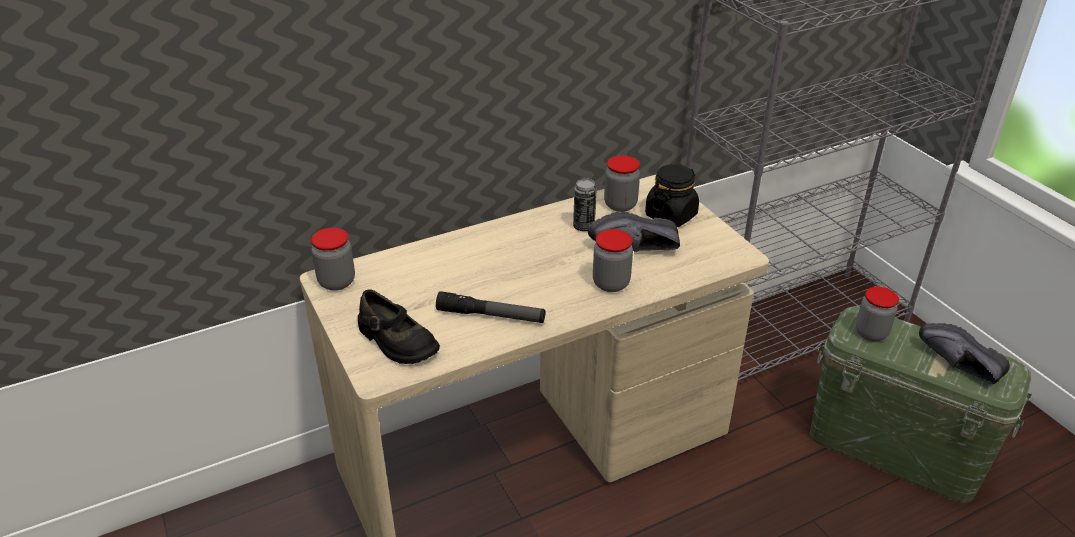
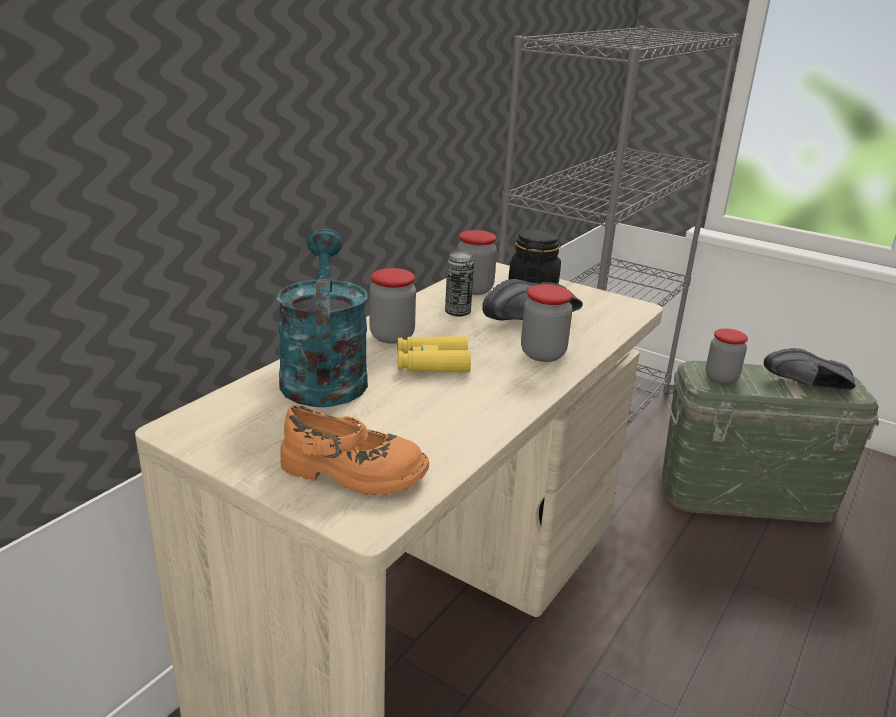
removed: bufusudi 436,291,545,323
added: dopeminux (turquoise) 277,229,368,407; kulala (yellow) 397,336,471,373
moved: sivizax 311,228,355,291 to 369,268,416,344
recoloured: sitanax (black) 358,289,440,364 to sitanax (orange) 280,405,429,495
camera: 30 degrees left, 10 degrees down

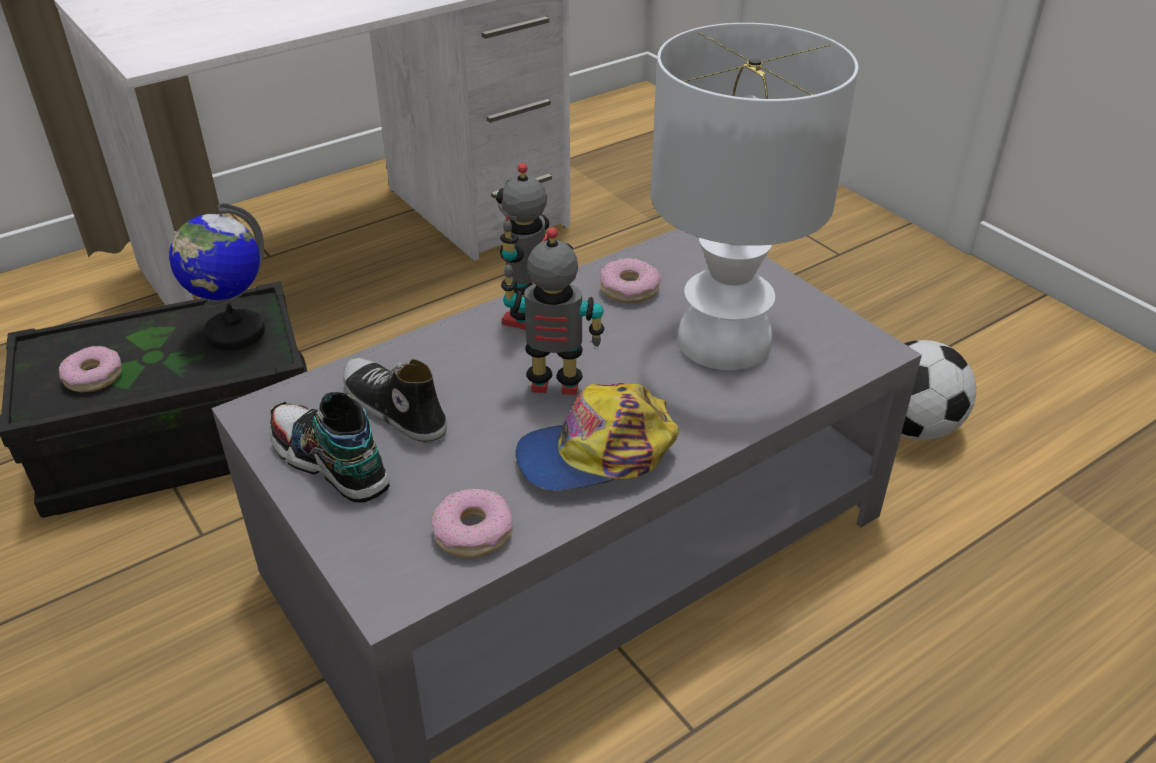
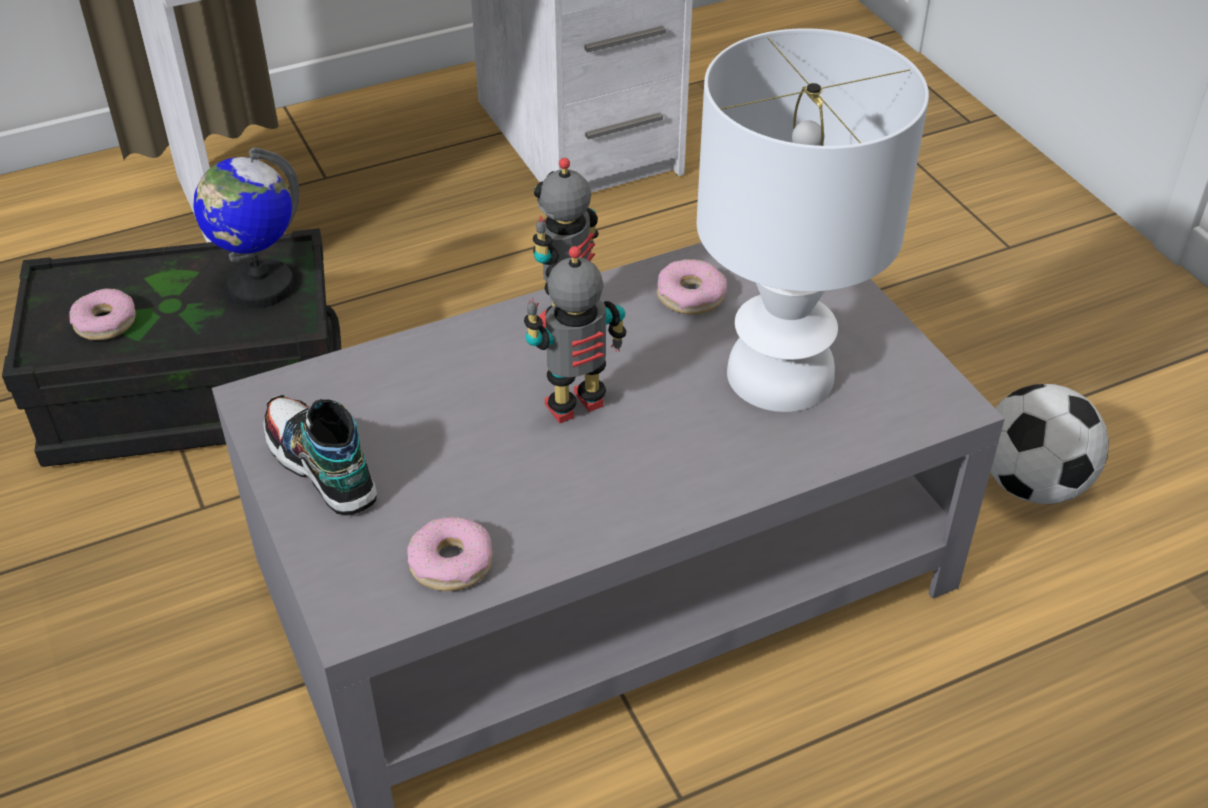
removed: sitanax 343,358,447,443; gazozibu 516,383,679,491
turned: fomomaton 501,227,604,395 = 524,246,626,423 45 degrees counterclockwise
camera: 10 degrees right, 5 degrees up

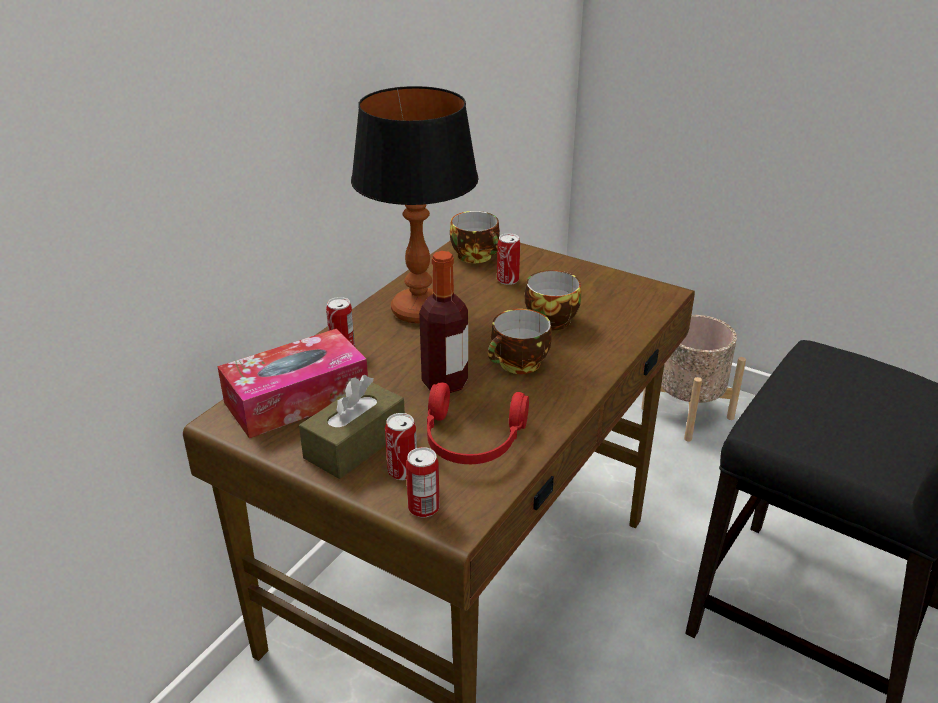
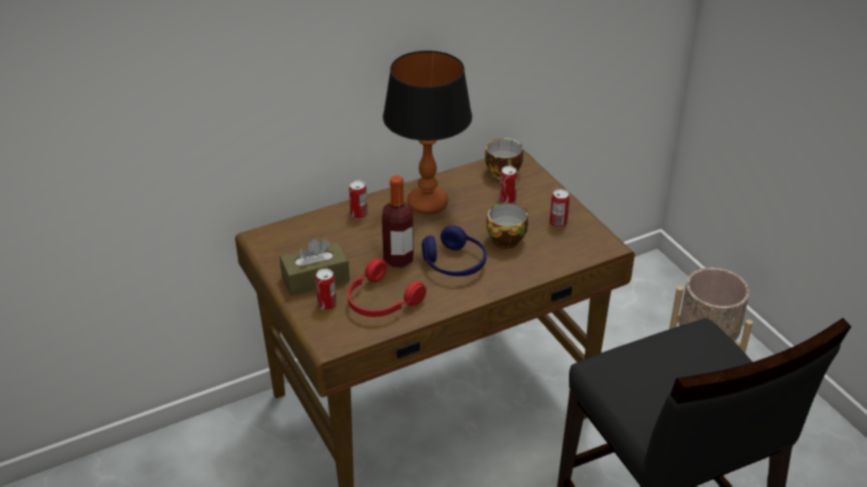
removed: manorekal 217,328,368,438
moved: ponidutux 406,447,440,517 to 550,189,570,228
replaced: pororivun 488,309,552,374 to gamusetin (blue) 422,225,487,276
camera: 30 degrees right, 5 degrees up

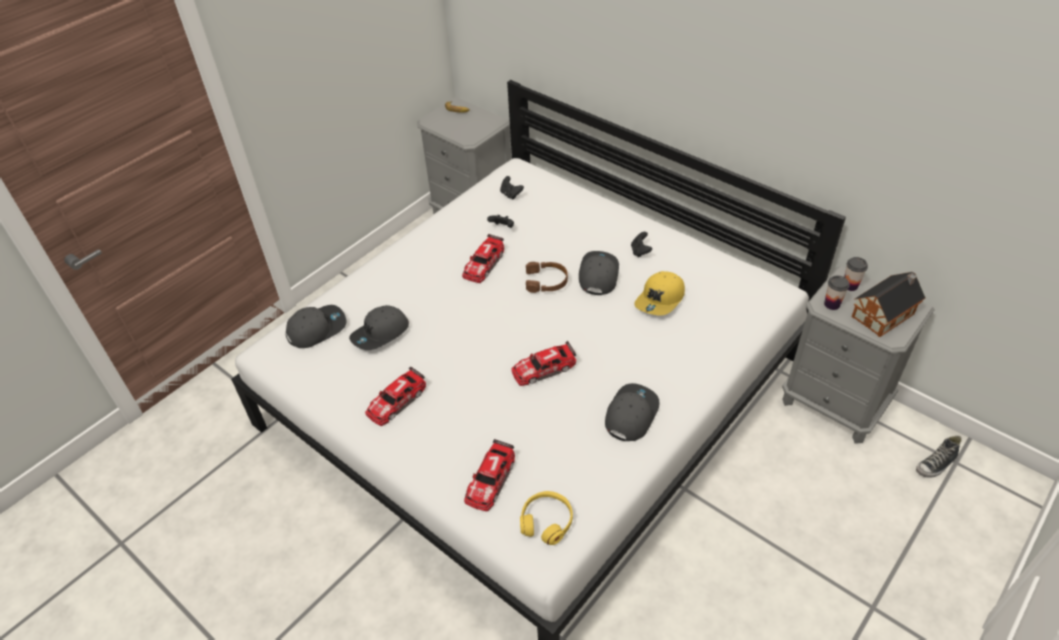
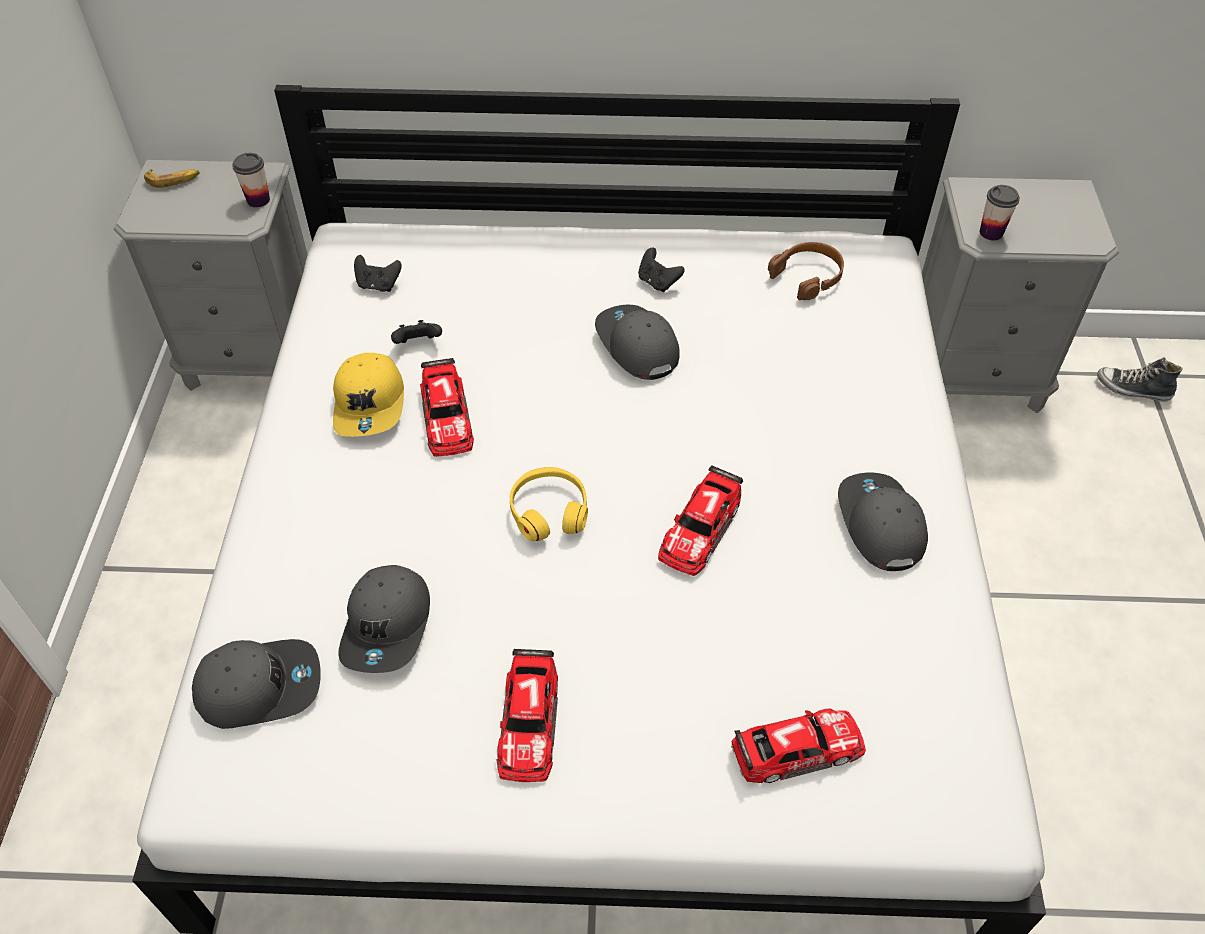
removed: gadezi 852,272,926,337
moved: gamusetin (yellow) 520,491,573,545 to 510,467,588,541; gamusetin (brown) 526,262,568,293 to 768,242,844,300; gazozibu (yellow) 635,271,685,316 to 333,353,404,437; pororivun 844,257,868,291 to 232,153,270,207
turned: gazozibu (grey) 286,305,346,348 = 192,639,321,729 60 degrees clockwise; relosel 464,439,515,512 = 731,708,866,783 90 degrees counterclockwise; sitanax 916,436,962,478 = 1097,357,1183,402 90 degrees clockwise
camera: 40 degrees left, 5 degrees up

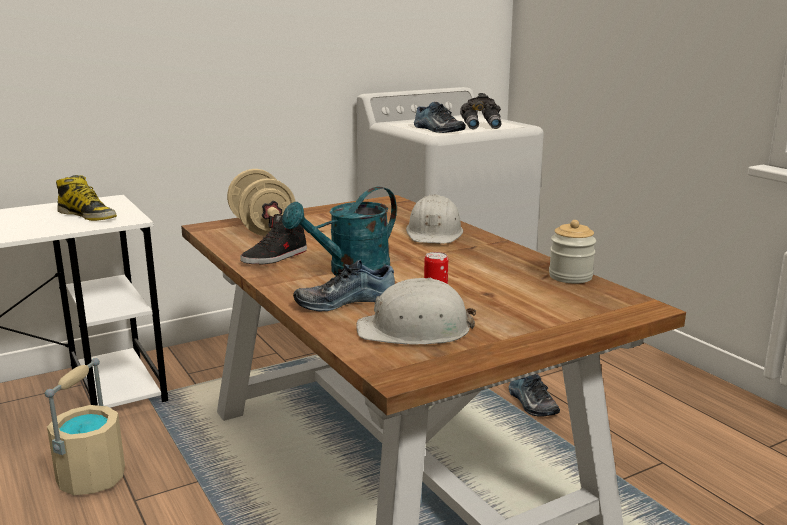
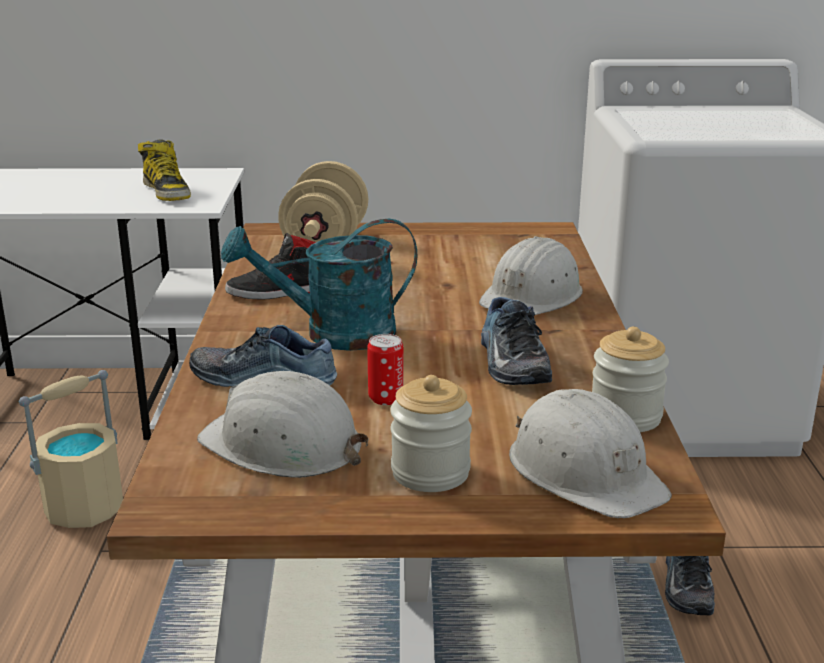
removed: kulala (grey) 460,93,501,129
added: sivizax 390,375,472,492; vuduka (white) 509,389,672,518
moved: sitanax 414,102,466,133 to 481,297,552,385
camera: 30 degrees right, 5 degrees up

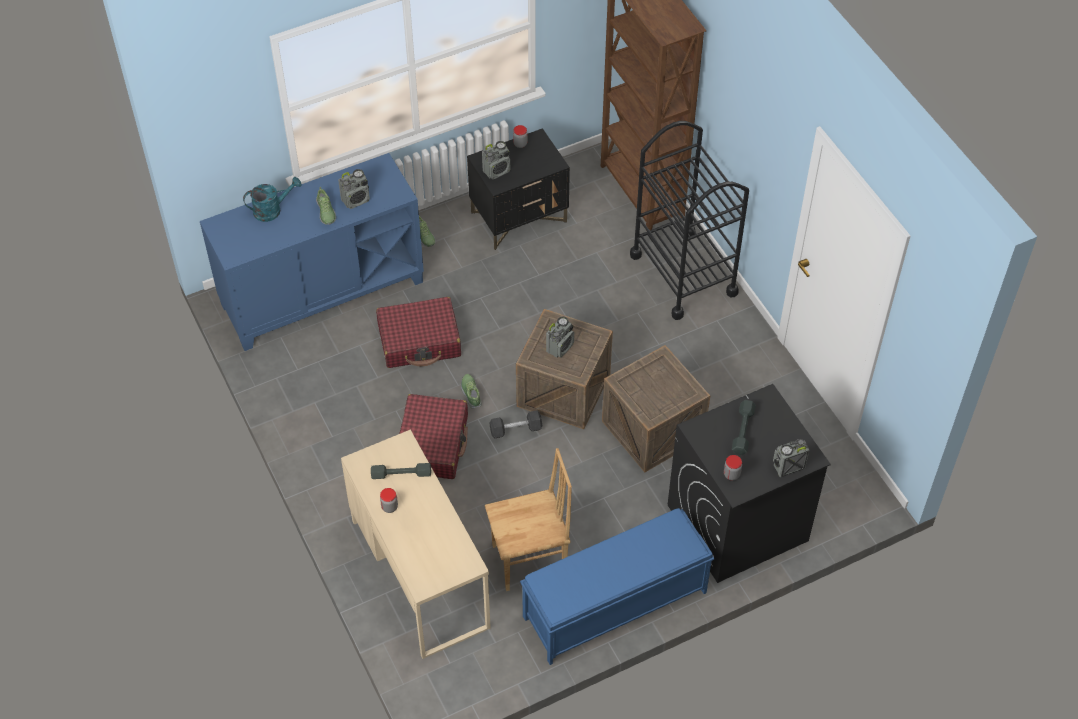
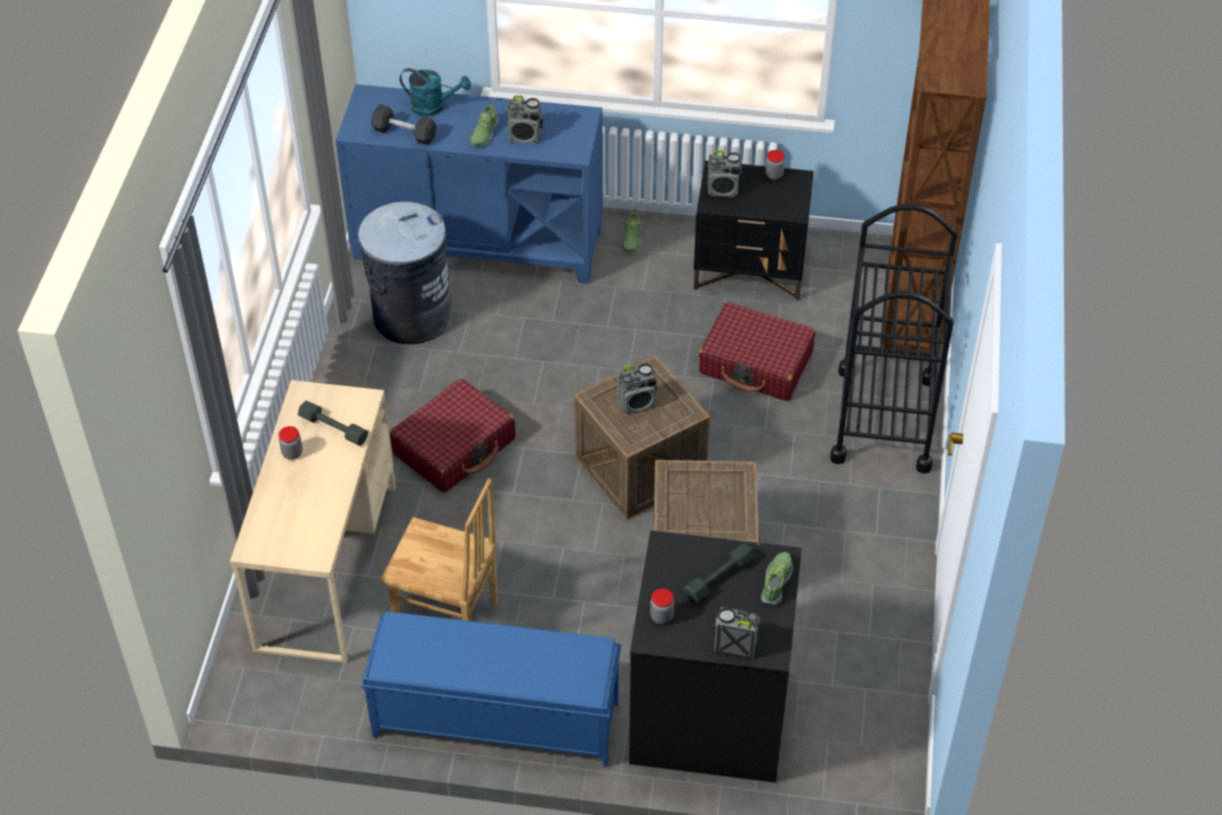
added: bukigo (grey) 357,202,452,344
moved: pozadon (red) 376,297,461,368 to 699,302,815,401; sitanax 461,374,482,409 to 761,552,793,605; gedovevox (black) 489,411,542,439 to 371,104,437,145
camera: 35 degrees right, 5 degrees down

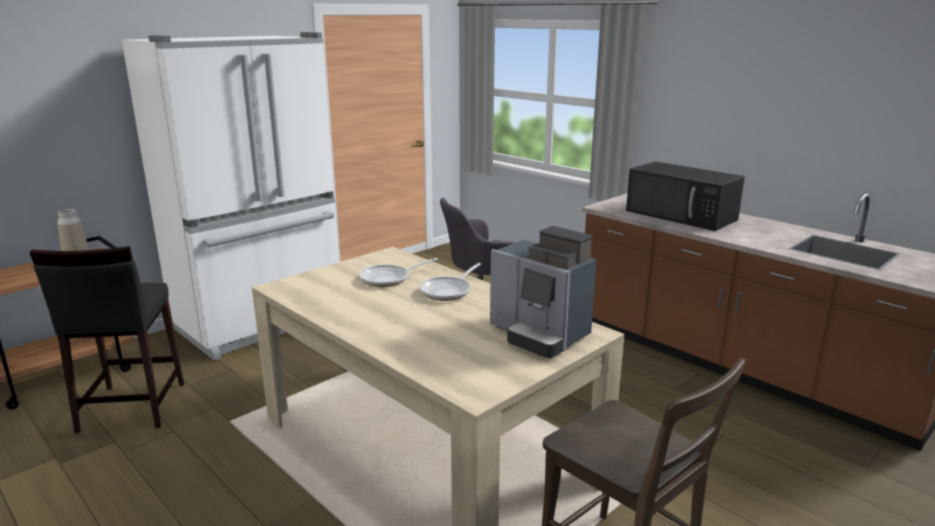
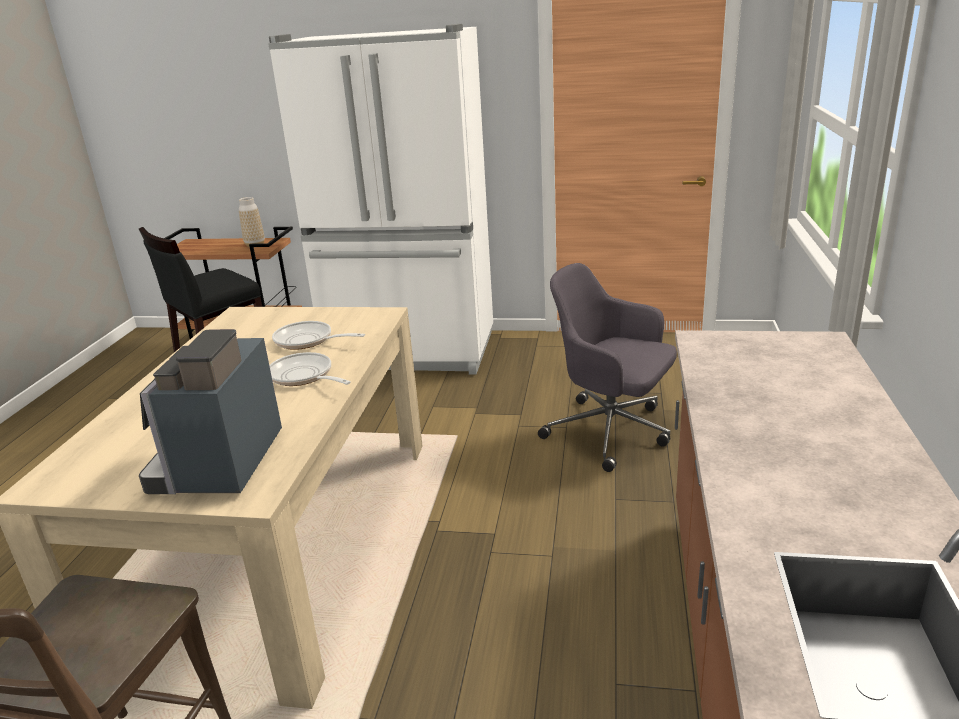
removed: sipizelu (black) 626,161,745,231
turned: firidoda 419,263,481,301 = 269,352,351,386 45 degrees clockwise
camera: 55 degrees right, 5 degrees up

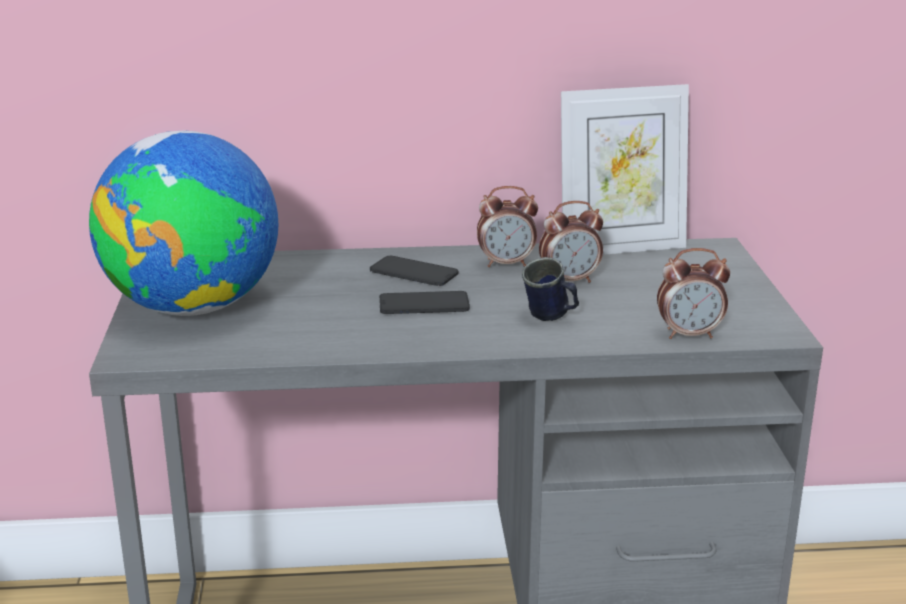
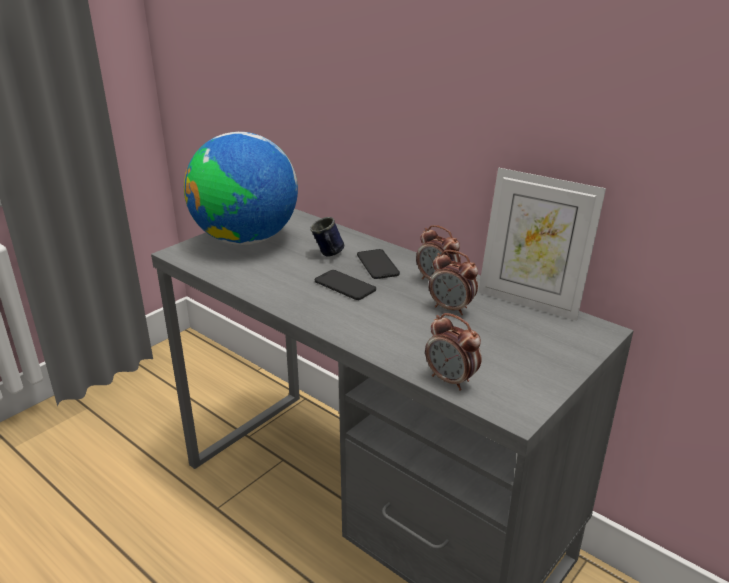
moved: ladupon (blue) 522,257,579,321 to 310,217,345,257
camera: 45 degrees right, 5 degrees up

